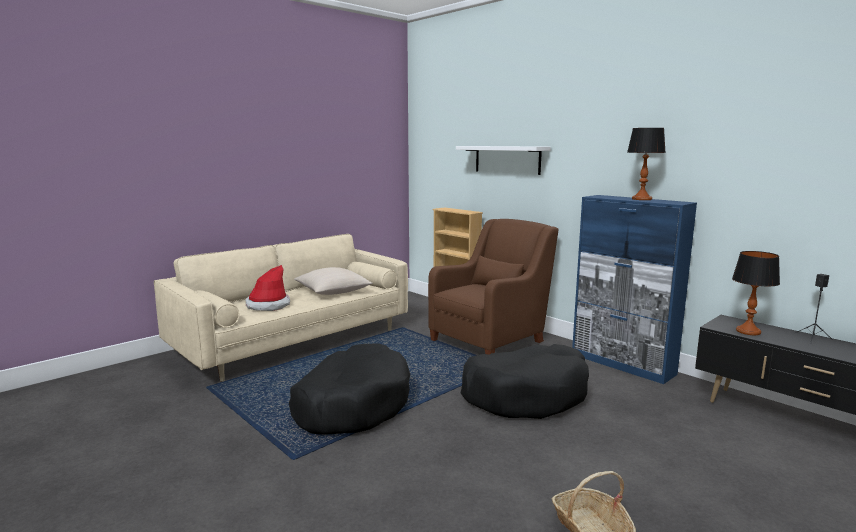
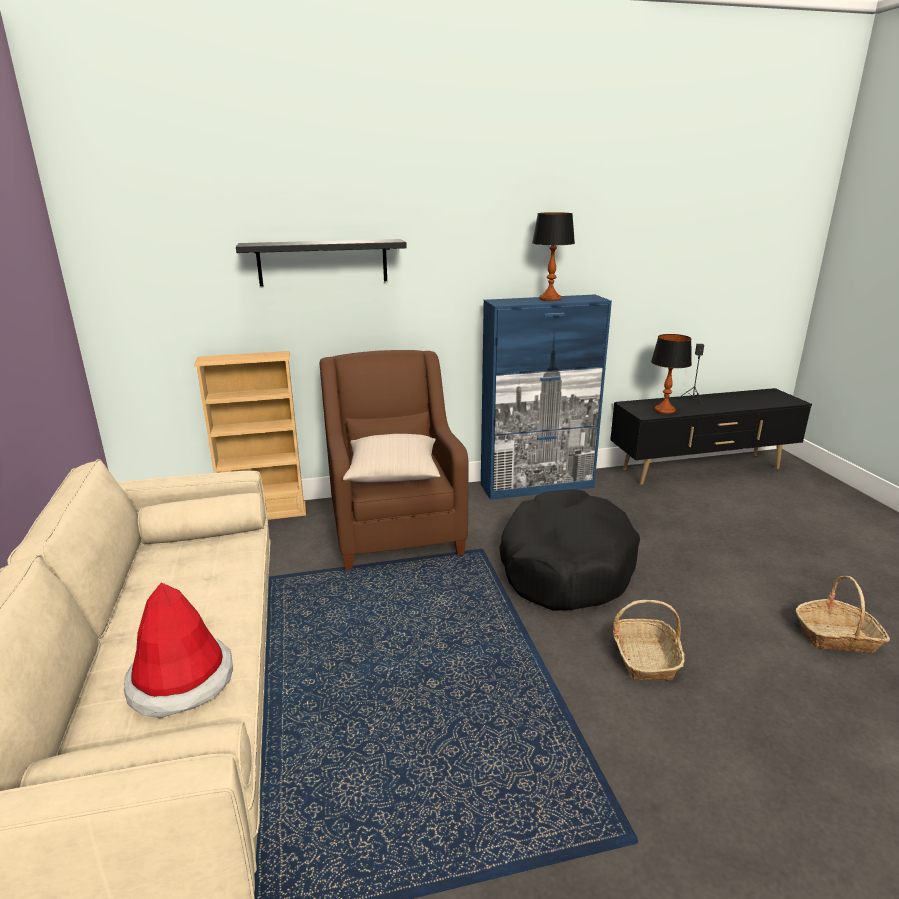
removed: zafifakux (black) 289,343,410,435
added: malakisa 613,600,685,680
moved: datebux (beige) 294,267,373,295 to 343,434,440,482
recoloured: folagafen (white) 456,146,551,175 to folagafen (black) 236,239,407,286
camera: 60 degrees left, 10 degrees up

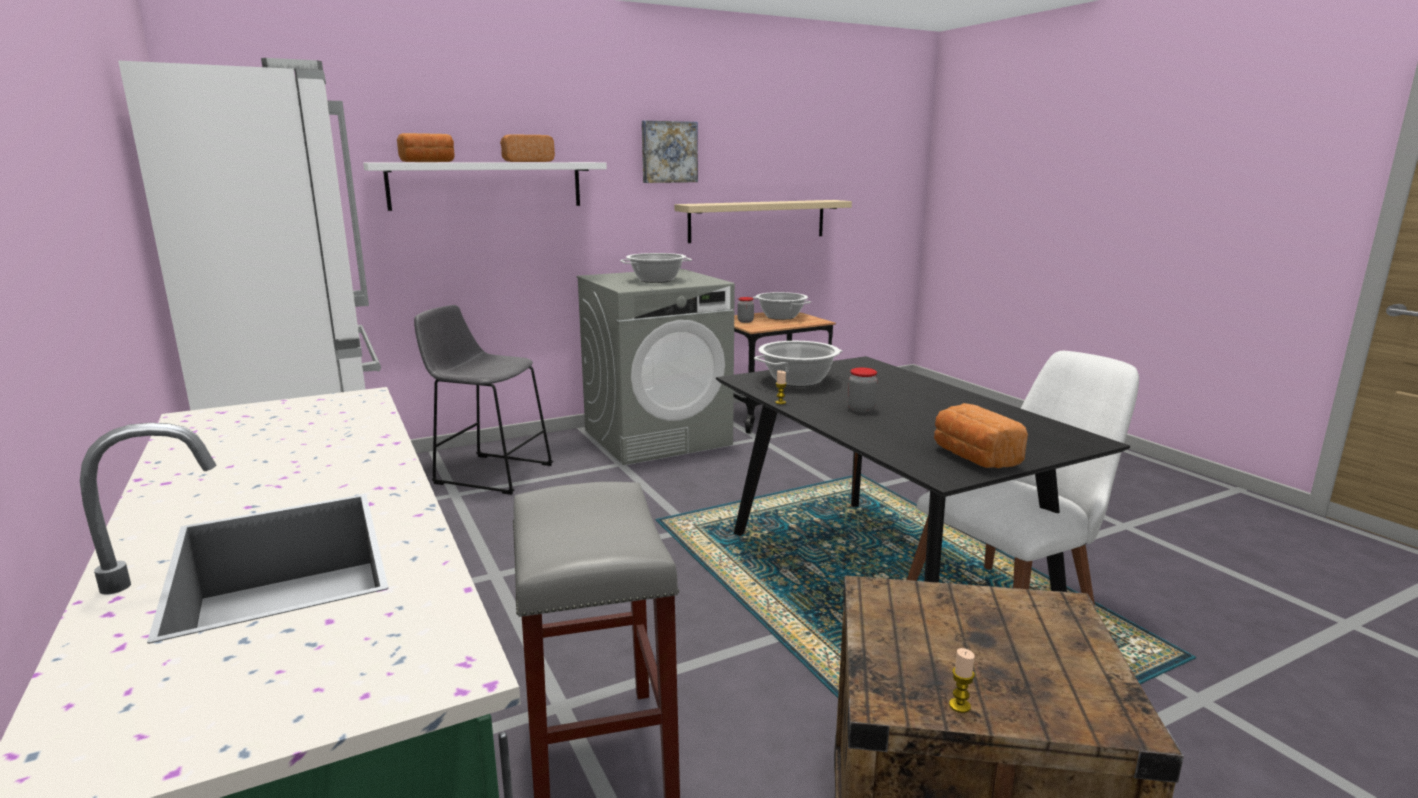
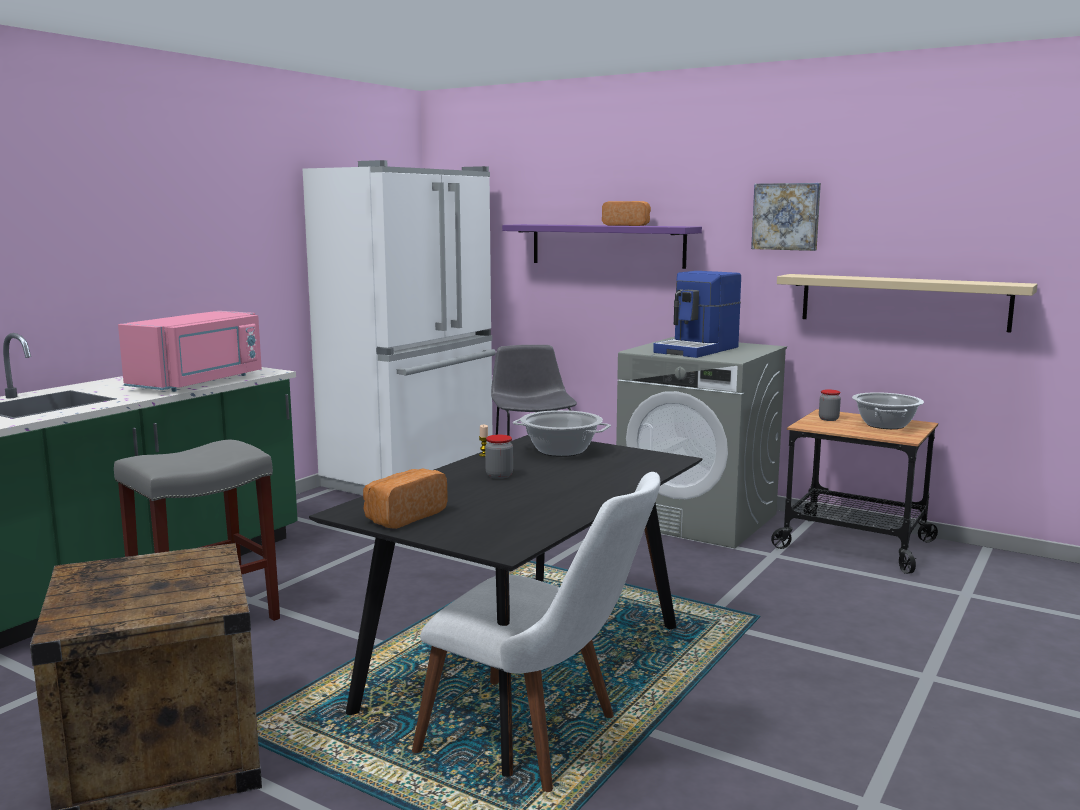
removed: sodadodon 397,133,455,162; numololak 949,648,975,713
added: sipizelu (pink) 118,311,262,392
replaced: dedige 620,253,692,283 to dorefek 653,271,741,358
recoloured: folagafen (white) 363,162,607,211 to folagafen (purple) 502,224,702,269
camera: 60 degrees right, 5 degrees down

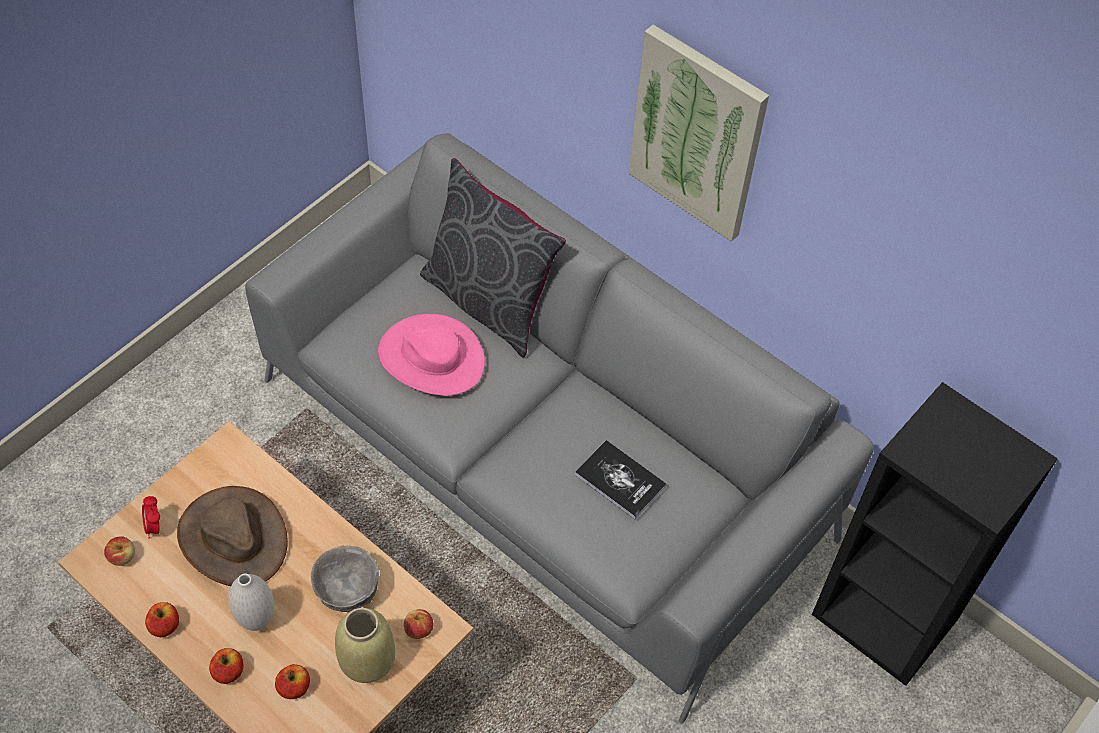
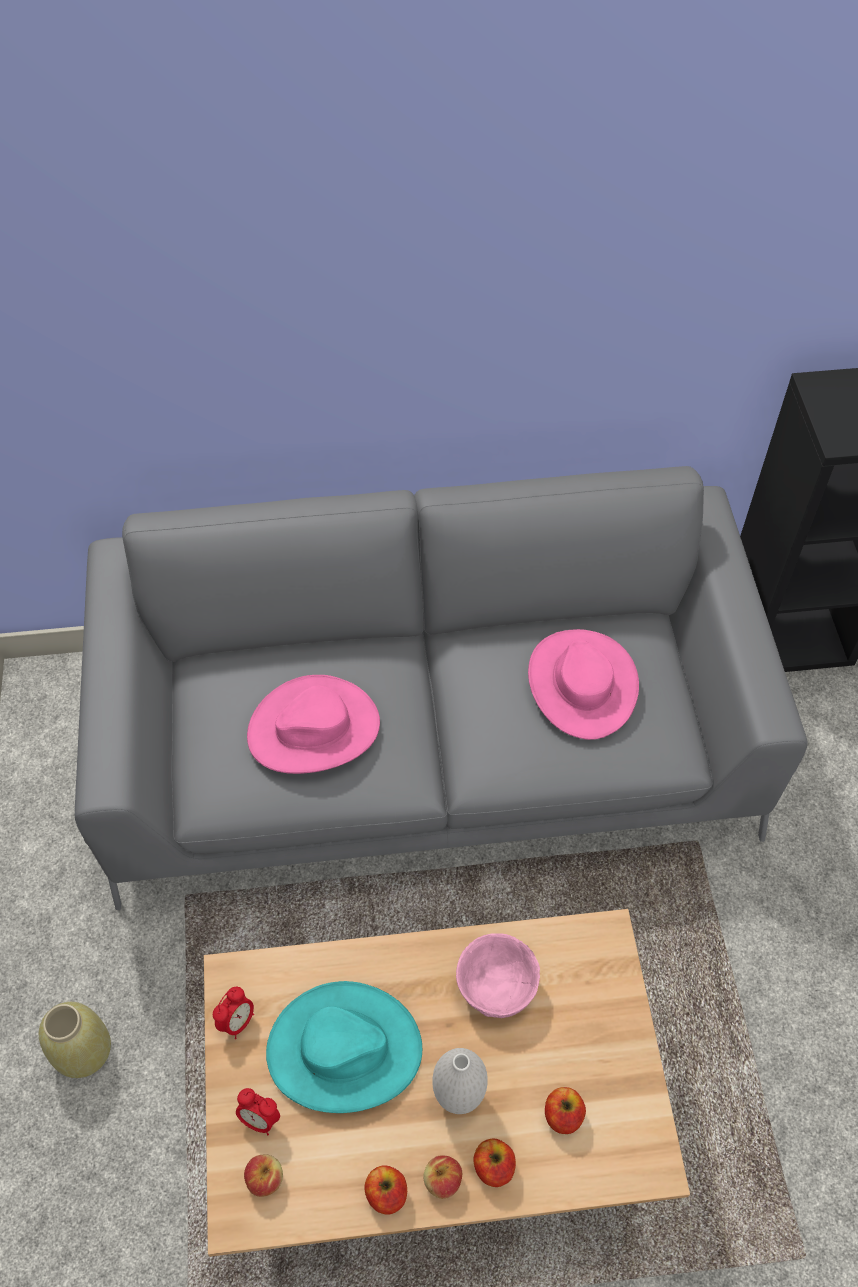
removed: datebux (grey) 420,158,566,358; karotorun 628,25,769,242
added: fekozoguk 213,987,254,1039
moved: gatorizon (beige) 335,608,395,683 to 39,1002,111,1078; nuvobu 404,609,434,639 to 423,1155,462,1199
replaced: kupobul 575,440,667,519 to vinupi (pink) 528,629,639,740
recoloured: vinupi (brown) 177,486,288,586 to vinupi (turquoise) 266,981,422,1113; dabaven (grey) 311,545,379,612 to dabaven (pink) 456,933,540,1018
camera: 45 degrees left, 0 degrees up

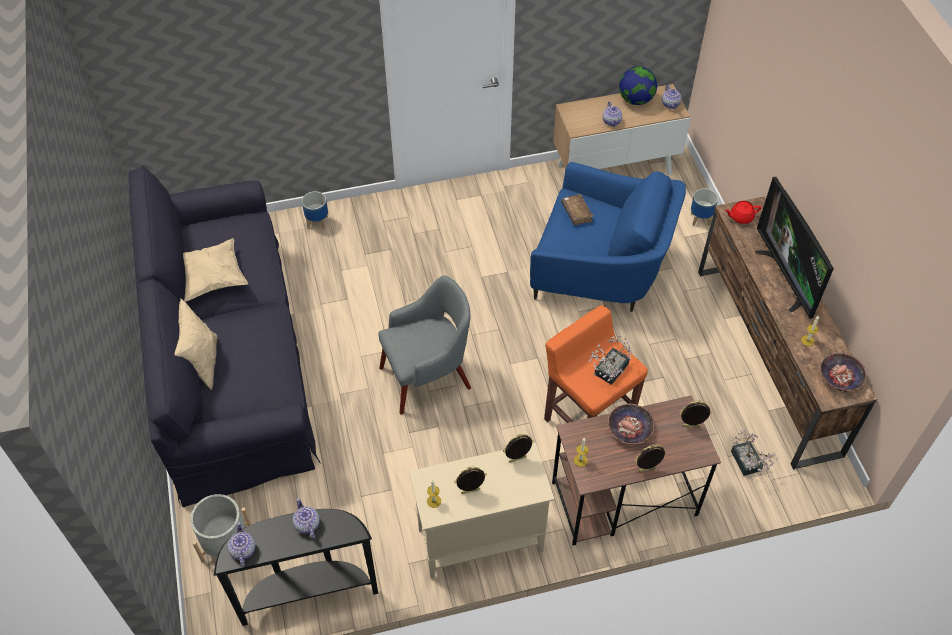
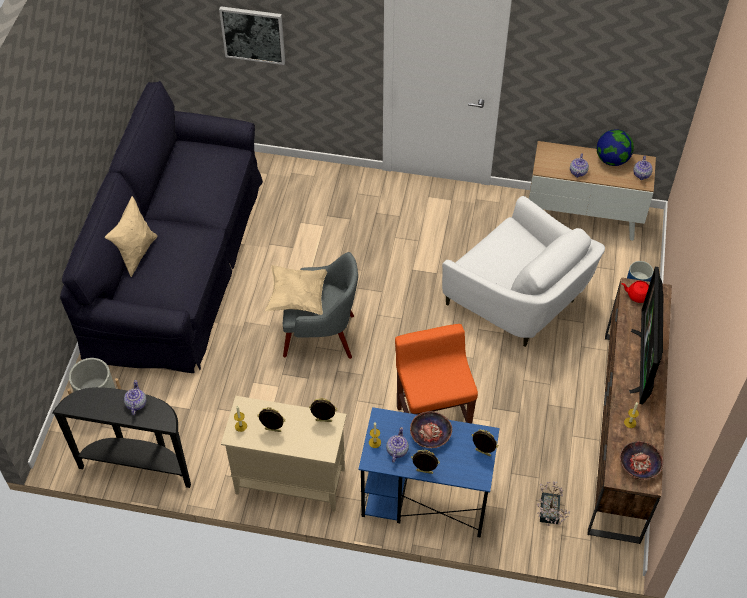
removed: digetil 302,191,328,229; kupobul (brown) 561,194,594,225; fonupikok 589,335,632,385
added: karotorun 219,6,285,65
moved: datebux (beige) 183,238,248,302 to 265,265,327,315; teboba 228,522,255,567 to 386,427,409,462
recoloured: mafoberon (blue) 530,162,686,312 to mafoberon (white) 442,196,605,347; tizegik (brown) 552,395,721,546 to tizegik (blue) 358,407,499,538
camera: 25 degrees right, 0 degrees up

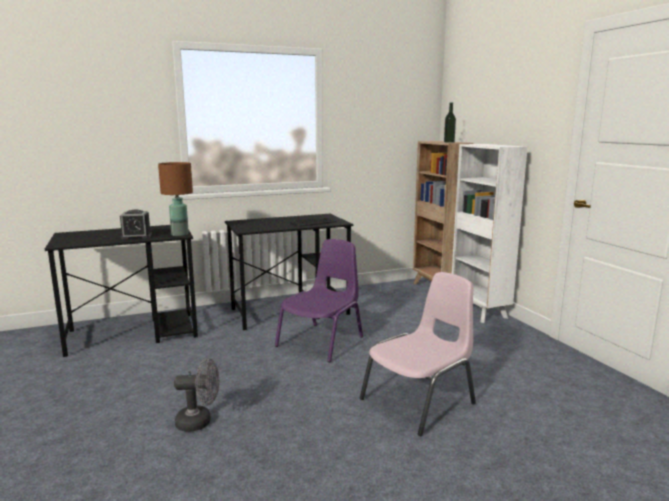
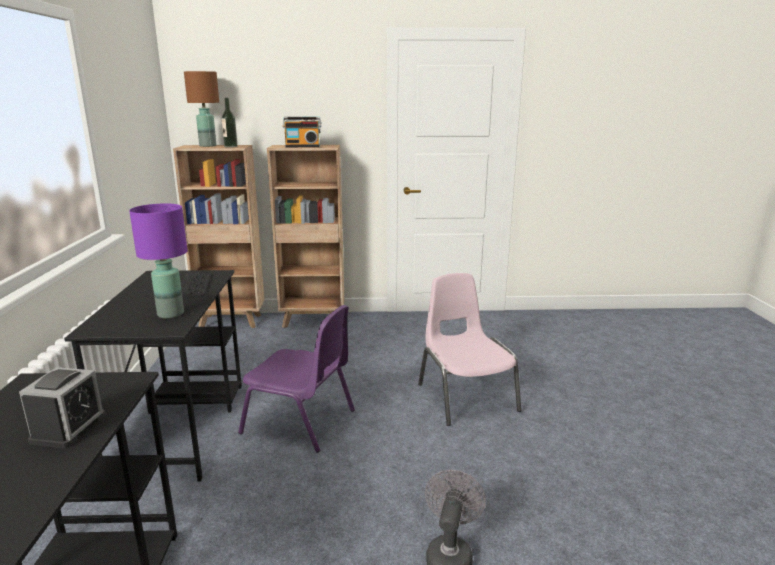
added: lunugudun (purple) 129,203,188,318; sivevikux 282,117,321,147
moved: lunugudun (brown) 158,162,193,236 to 184,71,219,147
recoloured: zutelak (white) 452,144,528,323 to zutelak (brown) 267,145,344,328
turned: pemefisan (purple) 275,239,363,362 = 238,305,355,453 150 degrees clockwise
camera: 70 degrees left, 5 degrees up

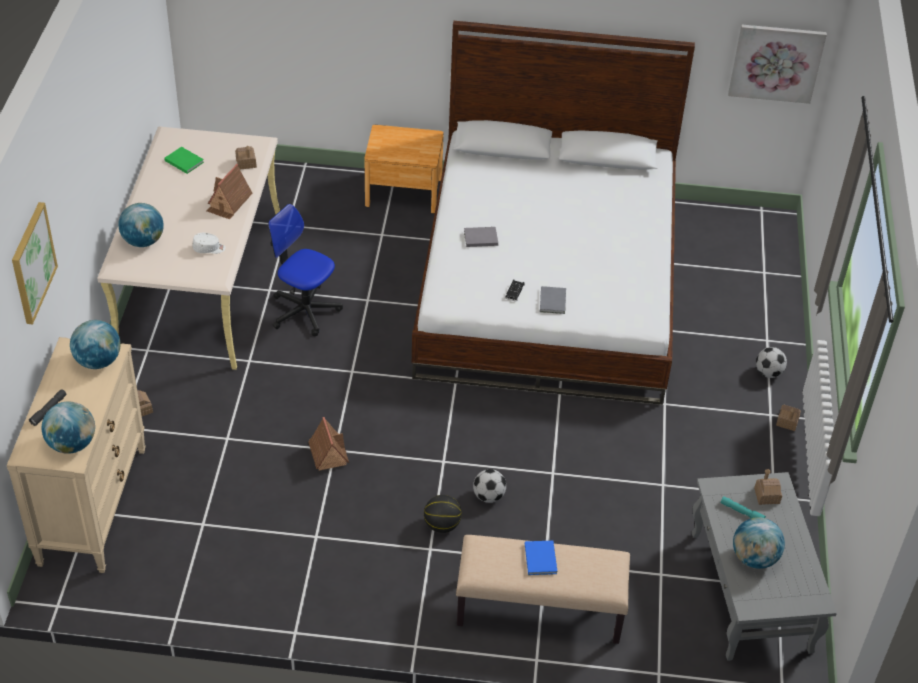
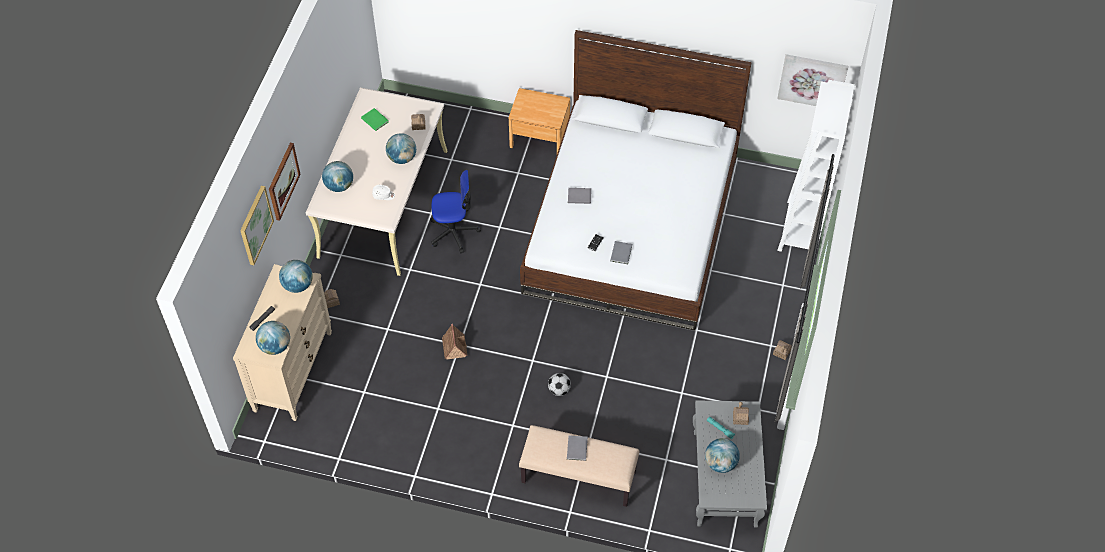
removed: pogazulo 424,495,462,533; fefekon 756,347,787,378
added: karotorun 269,143,301,221; zutelak (white) 777,80,855,252
replaced: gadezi 207,164,252,219 to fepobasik 386,133,416,164
recoloured: kupobul (blue) 525,541,557,575 to kupobul (grey) 567,435,588,461
turned: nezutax 268,204,343,336 = 430,170,481,253 135 degrees clockwise
camera: 10 degrees right, 10 degrees up

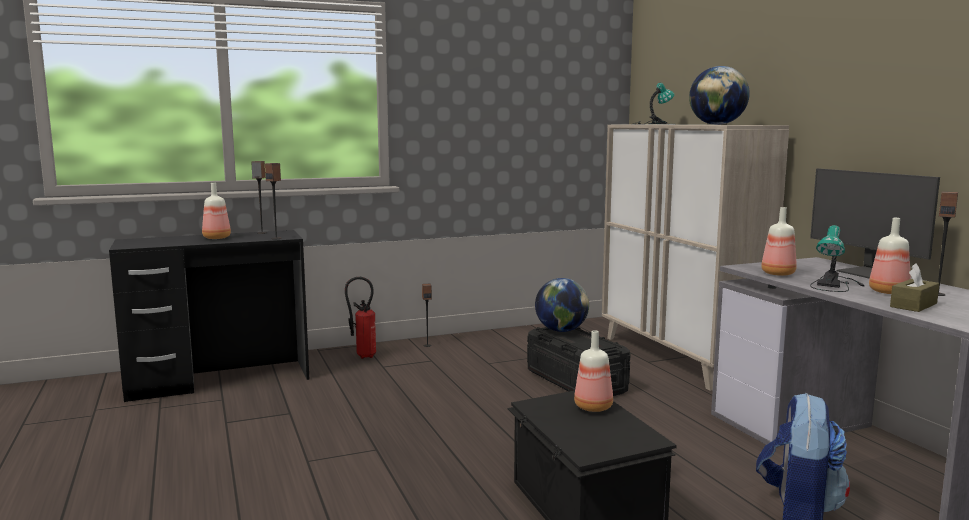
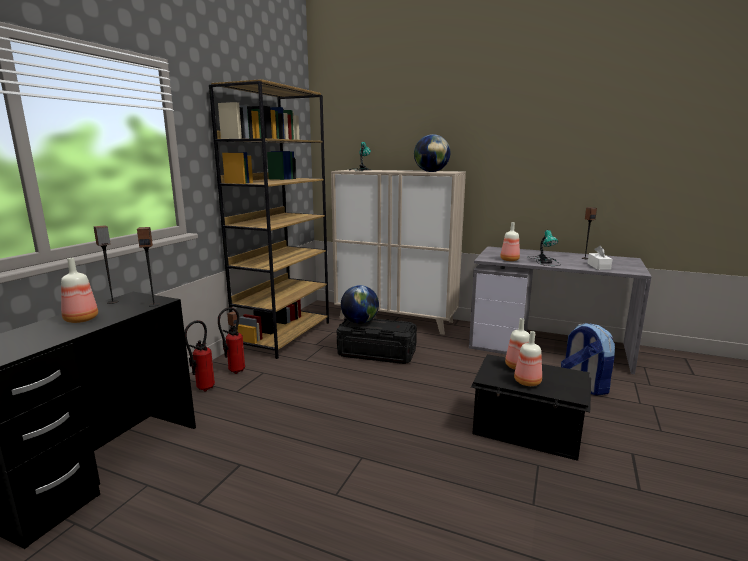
removed: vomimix 810,168,940,279
added: zutelak (brown) 209,79,329,359; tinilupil 218,307,245,374
moved: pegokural 869,218,911,294 to 514,331,542,386
recoloured: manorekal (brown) 890,263,940,312 to manorekal (white) 588,245,612,270
camera: 45 degrees left, 5 degrees up

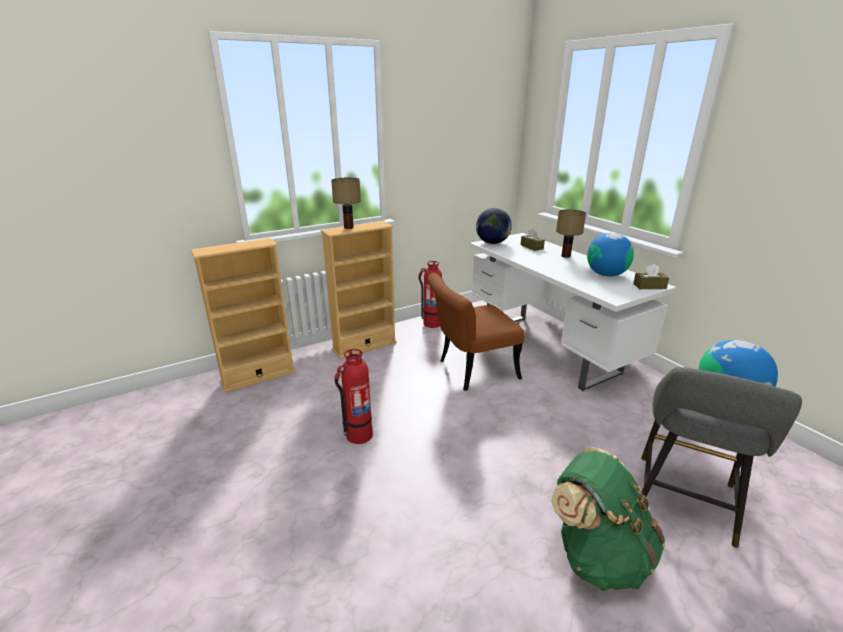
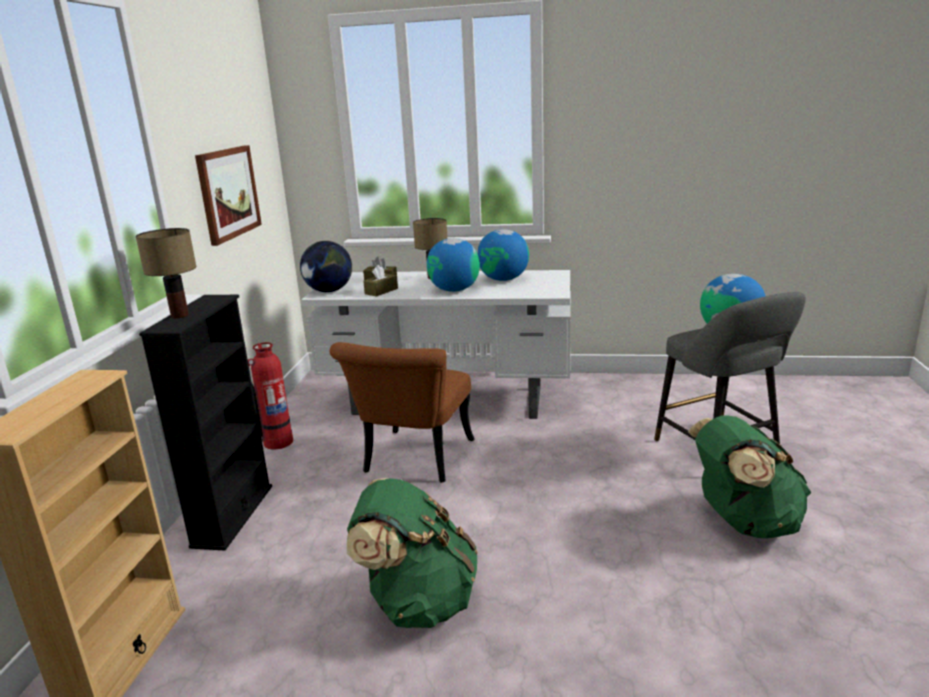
added: karotorun 195,145,262,246; fepobasik 427,238,480,292
moved: manorekal (brown) 633,264,669,289 to 363,265,398,296
replaced: tinilupil 335,349,373,444 to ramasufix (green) 347,478,478,628
recoloured: zutelak (beige) 321,221,397,359 to zutelak (black) 139,295,272,550
camera: 50 degrees left, 5 degrees down

